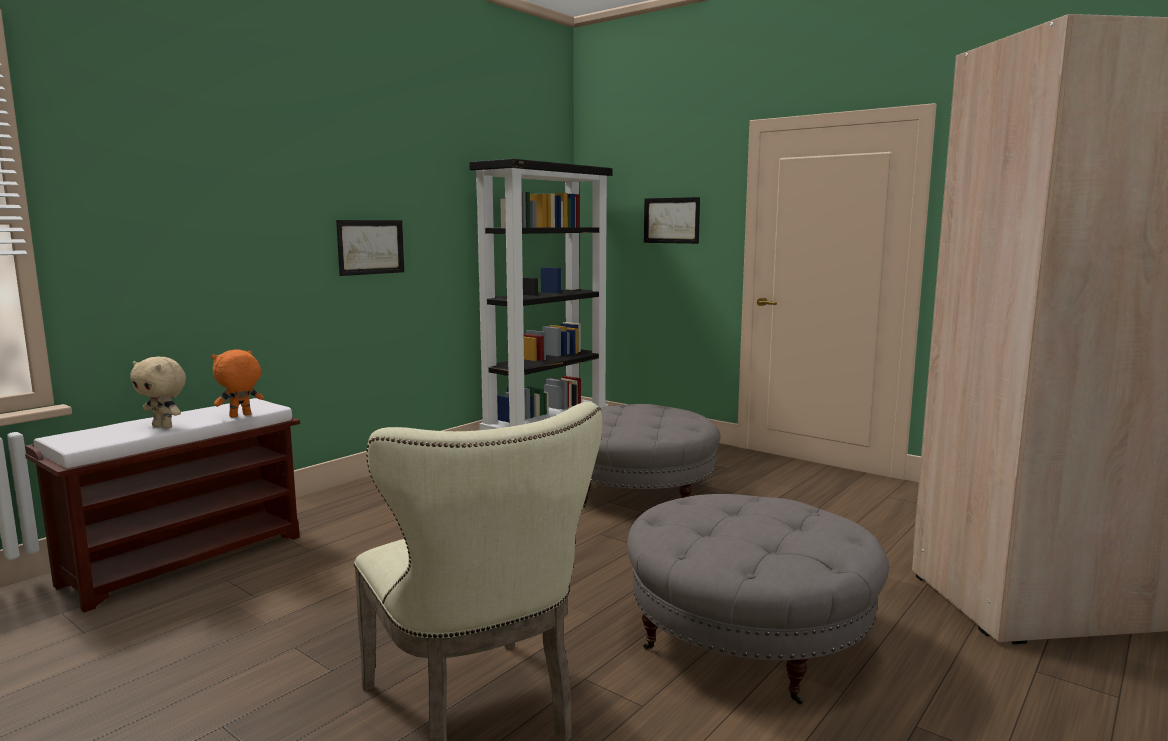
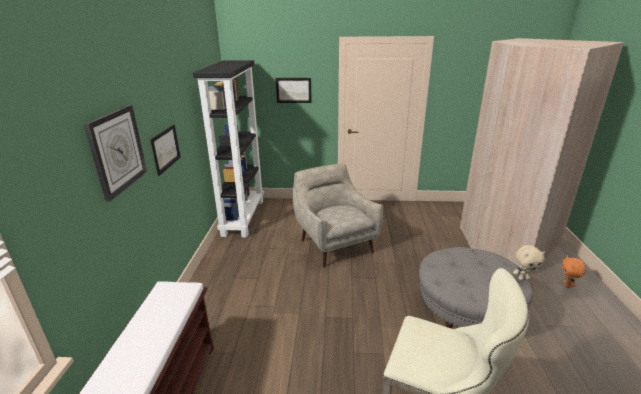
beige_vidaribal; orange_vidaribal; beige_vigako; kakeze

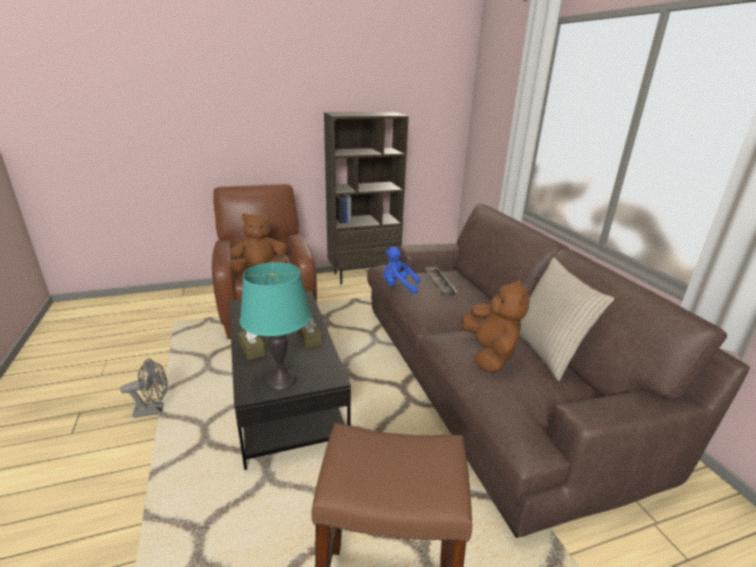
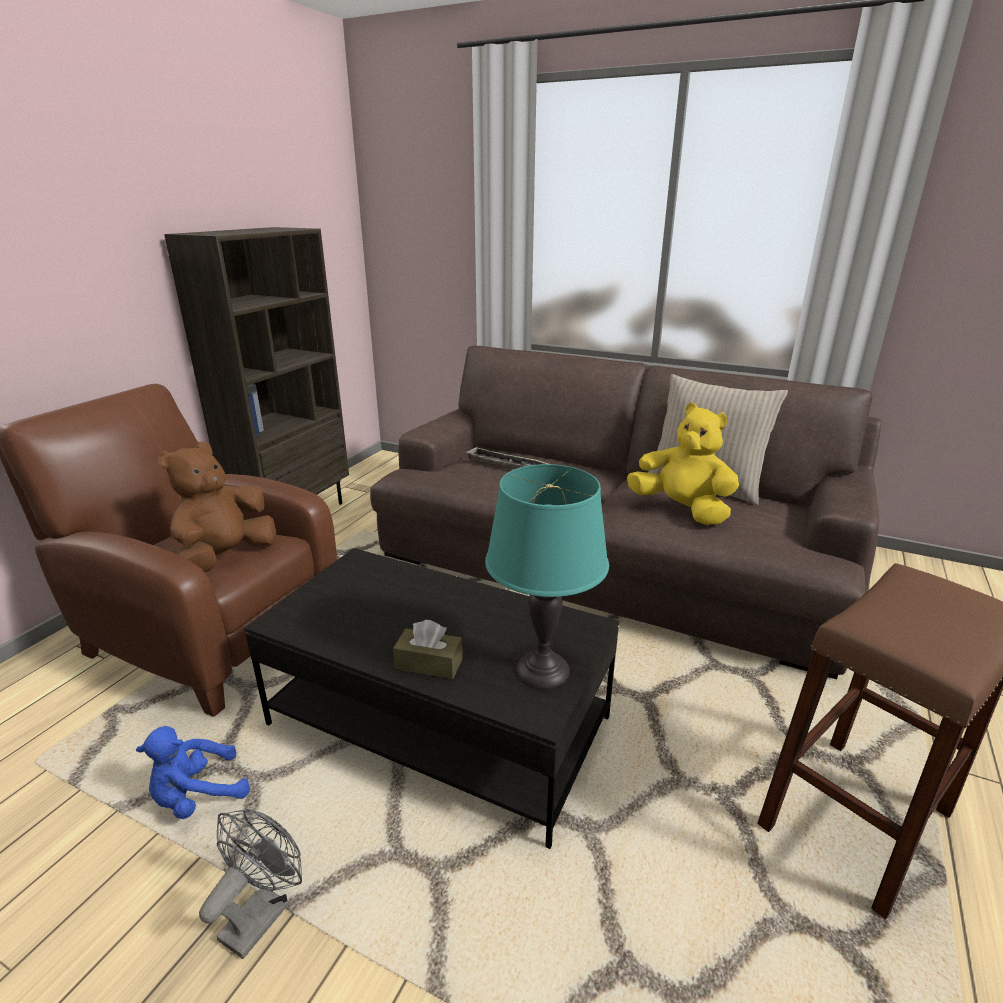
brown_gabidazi (no. 2 from left in the first image); blue_vidaribal; yellow_vidaribal

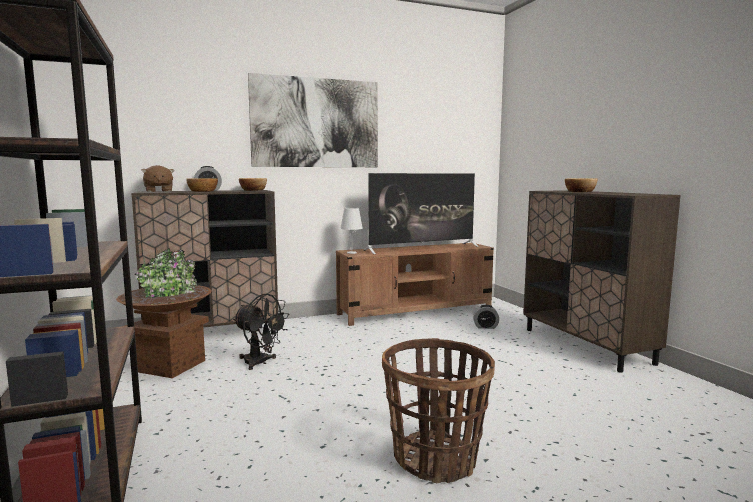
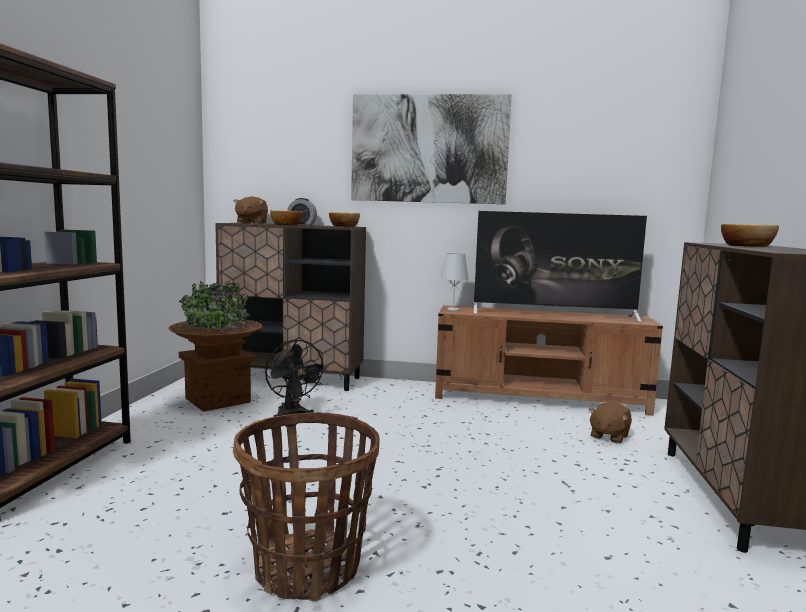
brown_vidaribal (no. 2 from left)

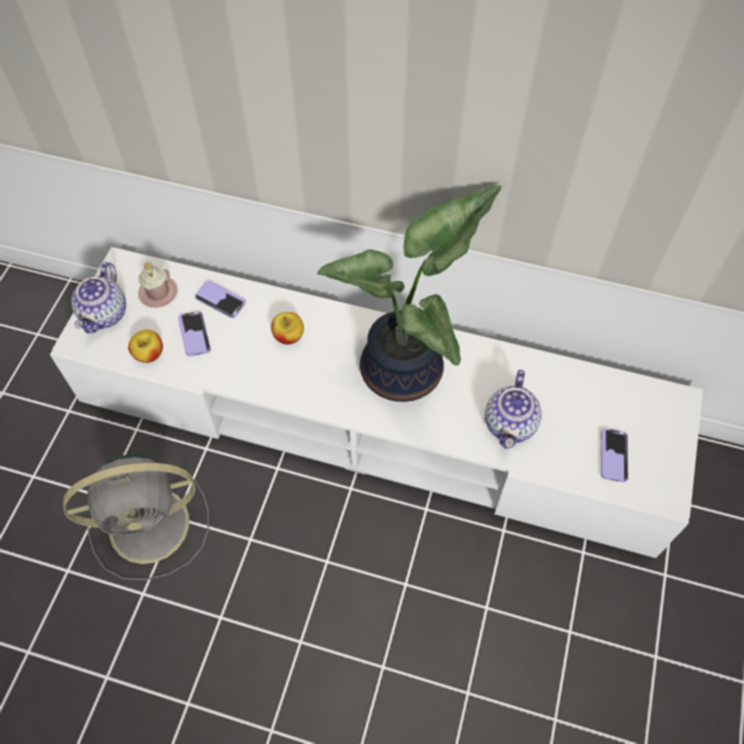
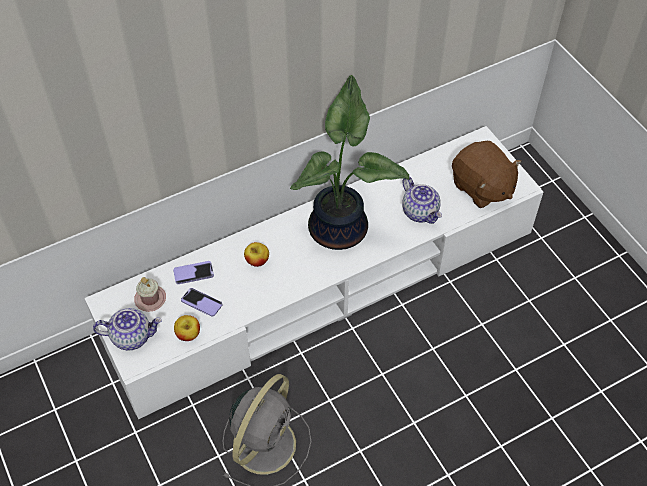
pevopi (no. 1 from left); brown_vidaribal

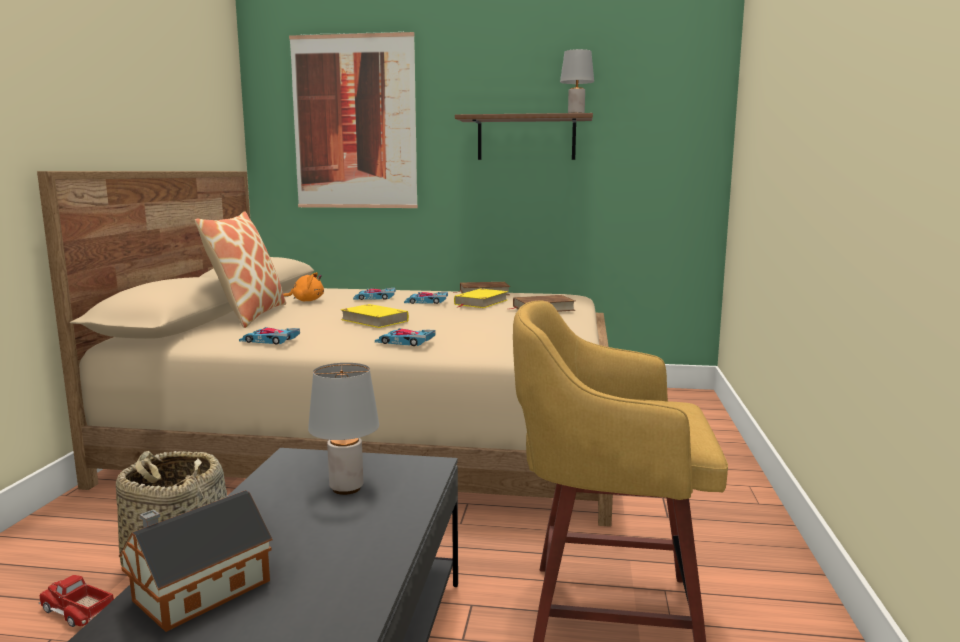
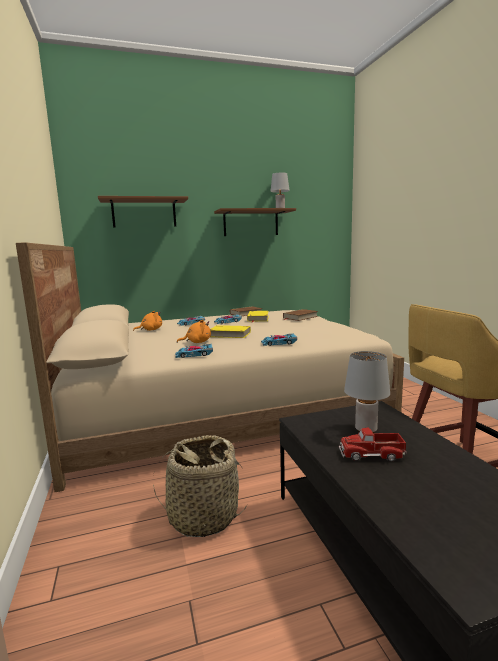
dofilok; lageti; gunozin; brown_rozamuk (no. 1 from left); orange_vidaribal (no. 2 from left)

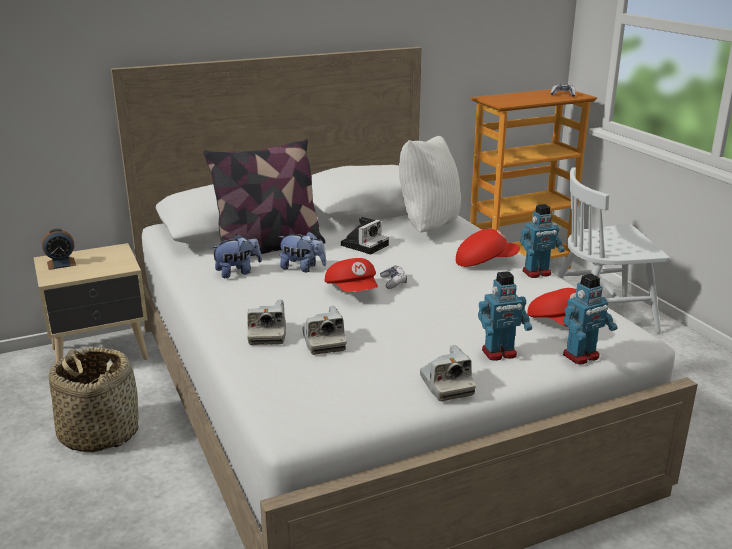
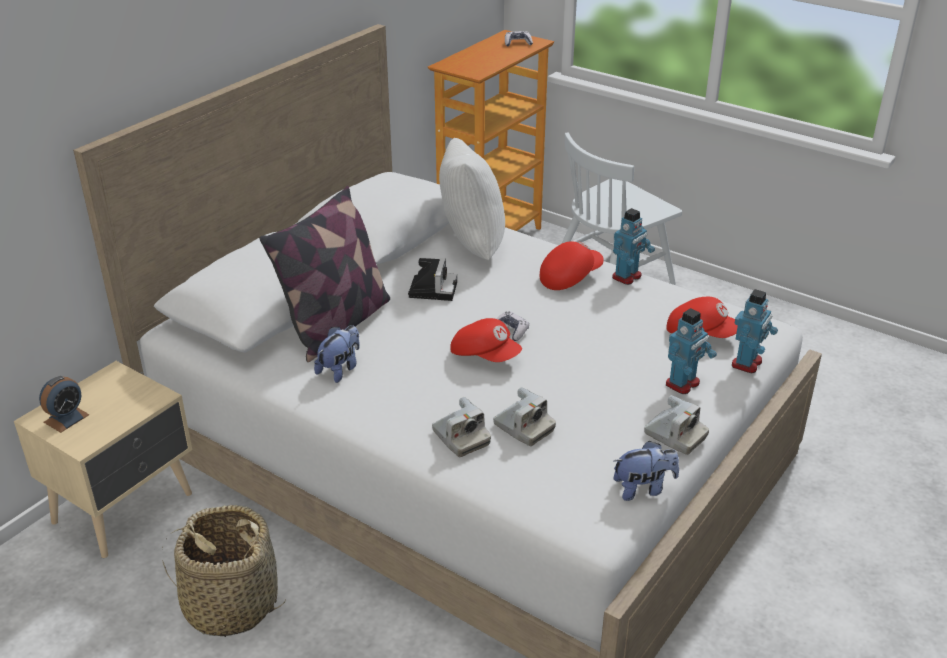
vidaribal (no. 2 from left)

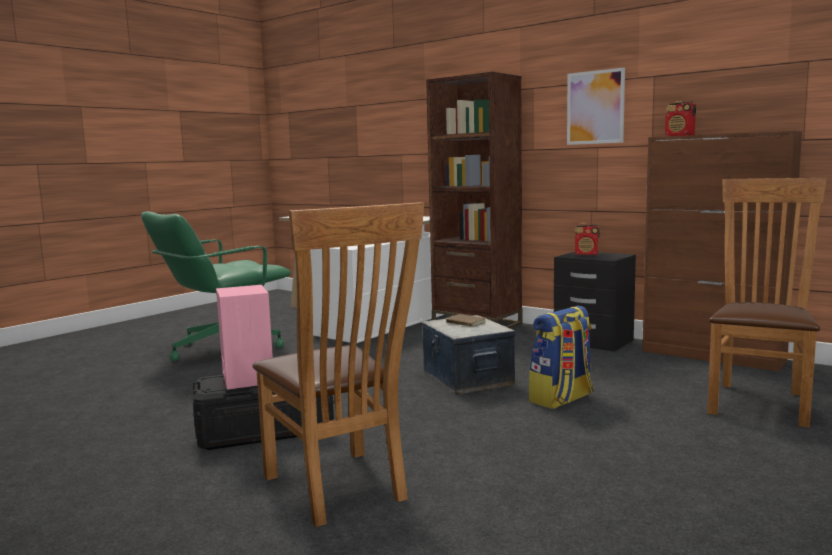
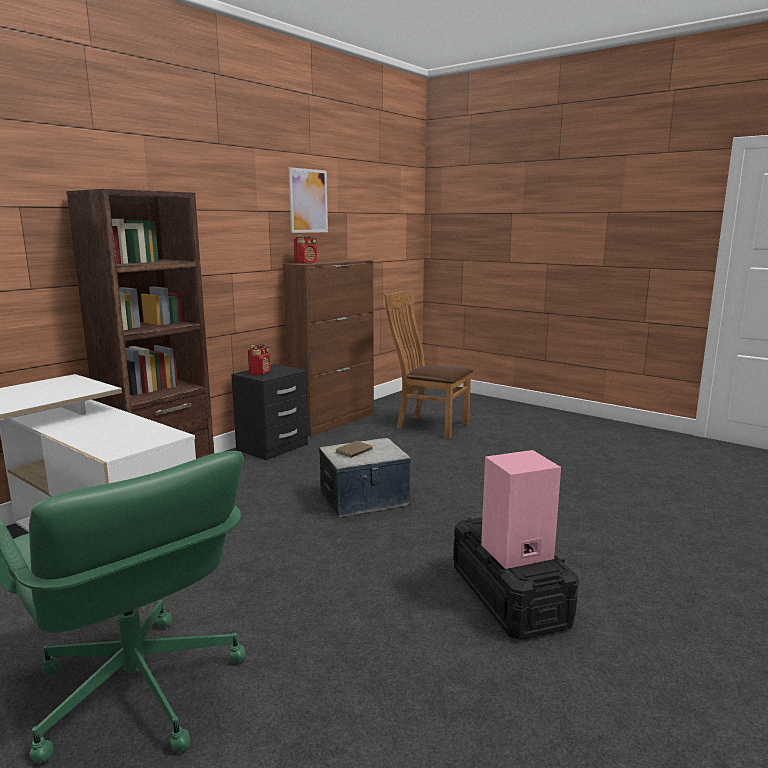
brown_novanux (no. 1 from left in the first image); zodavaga; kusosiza

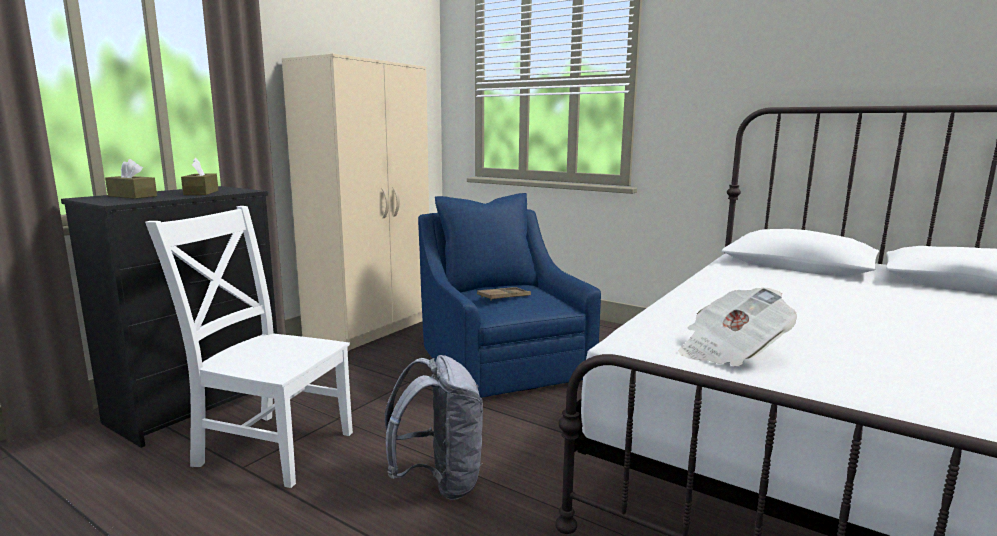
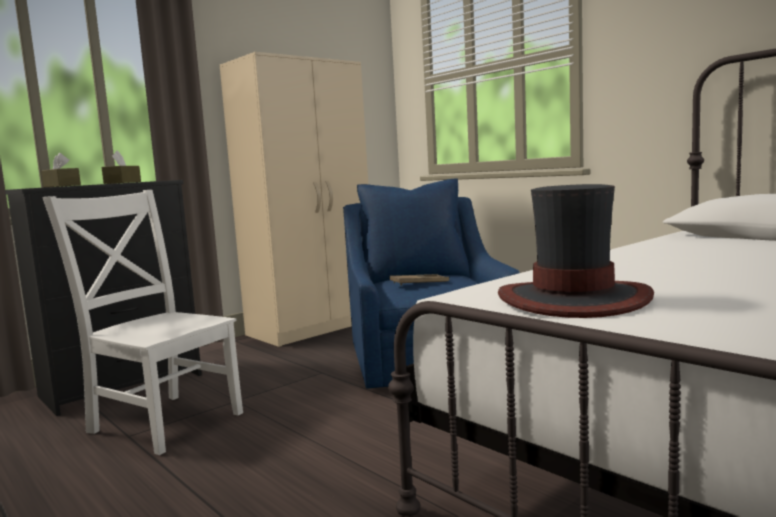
grey_zodavaga; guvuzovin

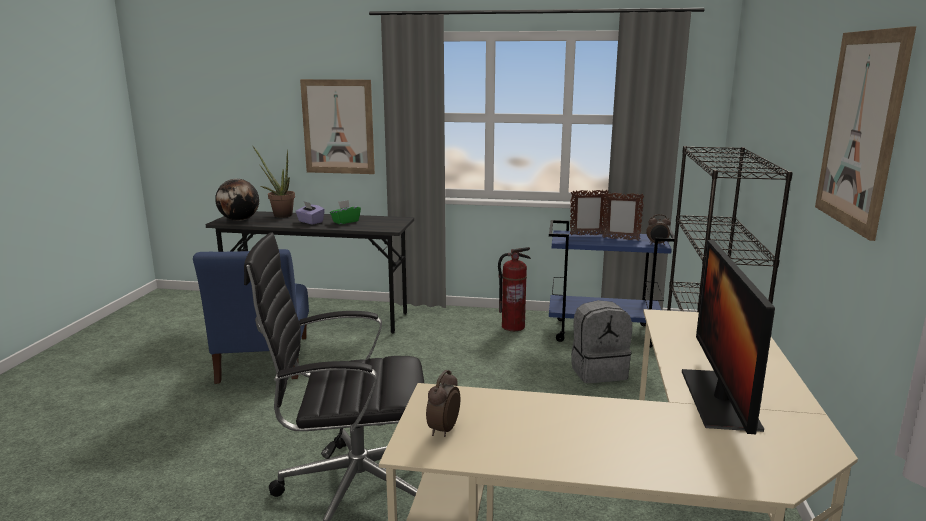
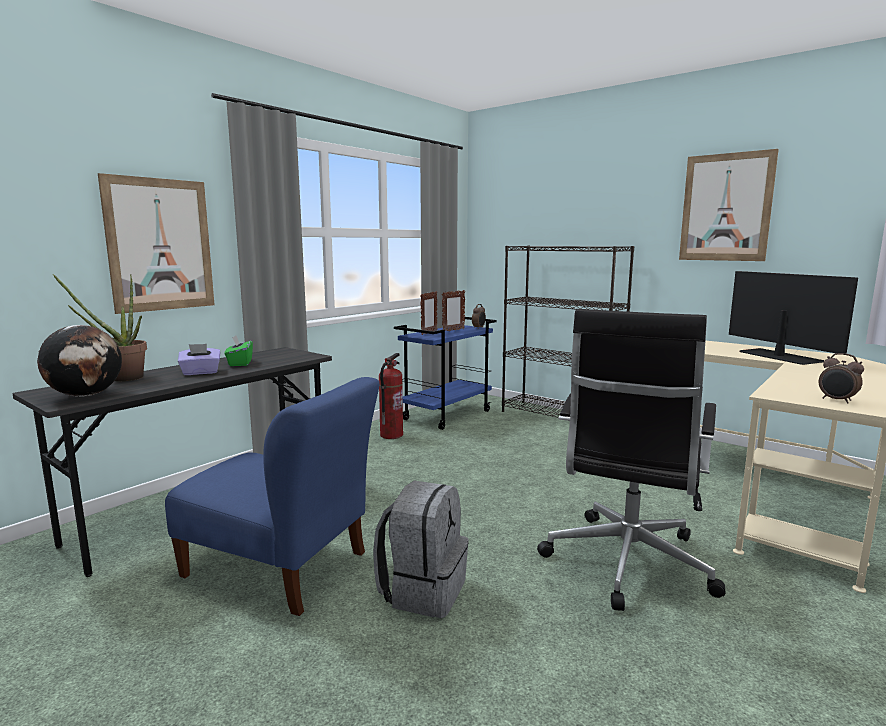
grey_zodavaga; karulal

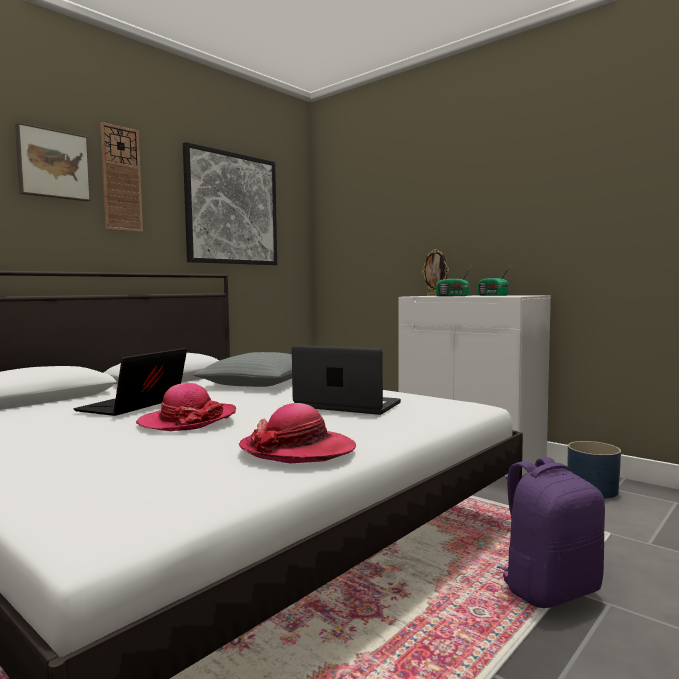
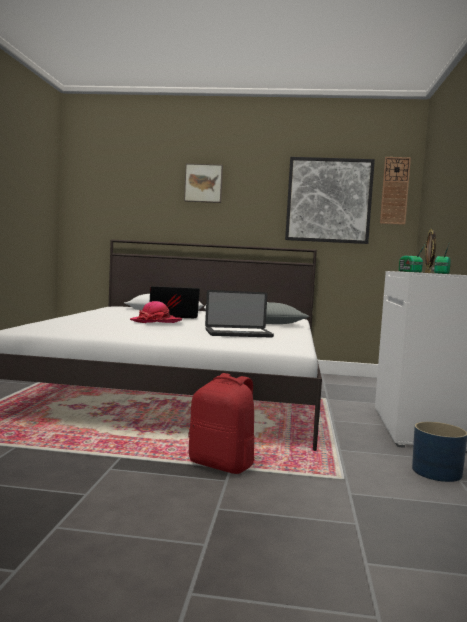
kakeze; guvuzovin (no. 2 from left in the first image); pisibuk (no. 2 from left); red_zodavaga

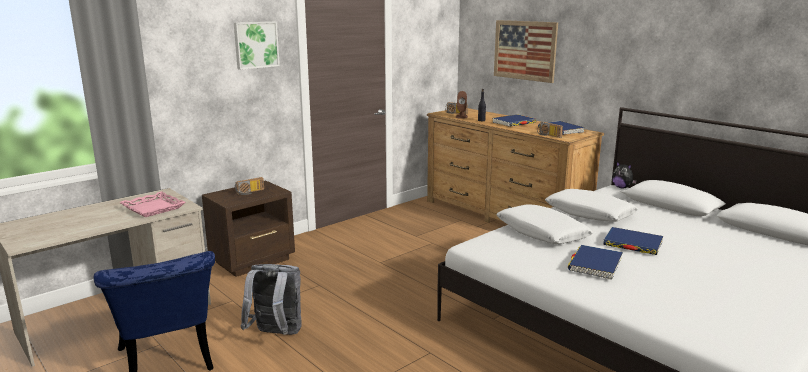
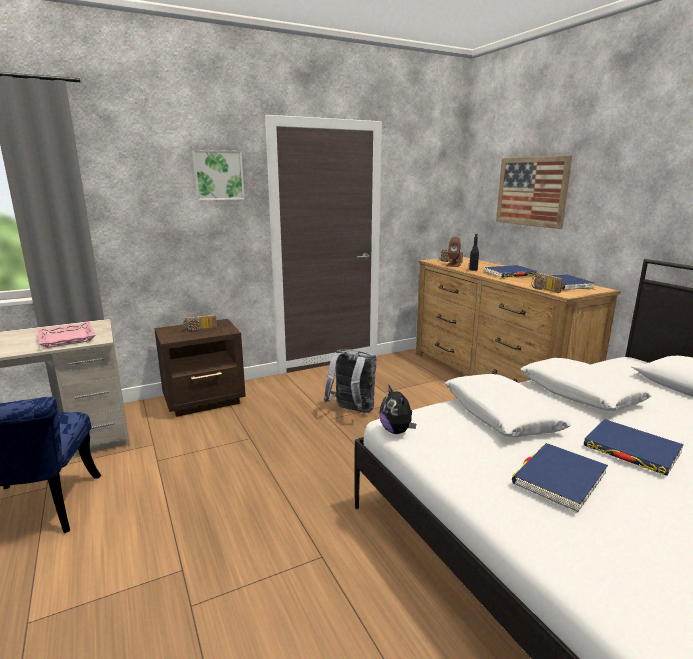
grey_zodavaga; vidaribal

